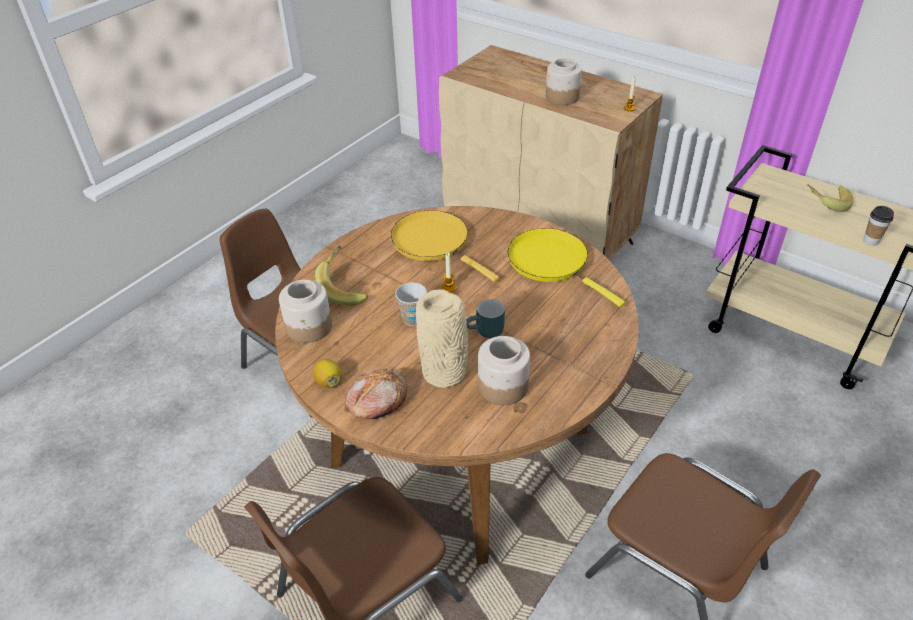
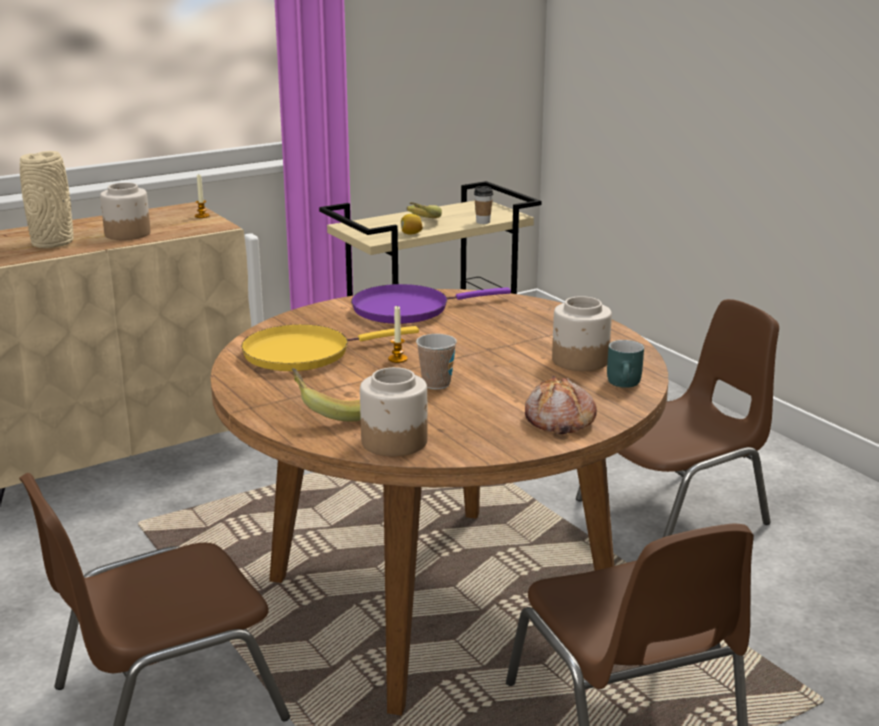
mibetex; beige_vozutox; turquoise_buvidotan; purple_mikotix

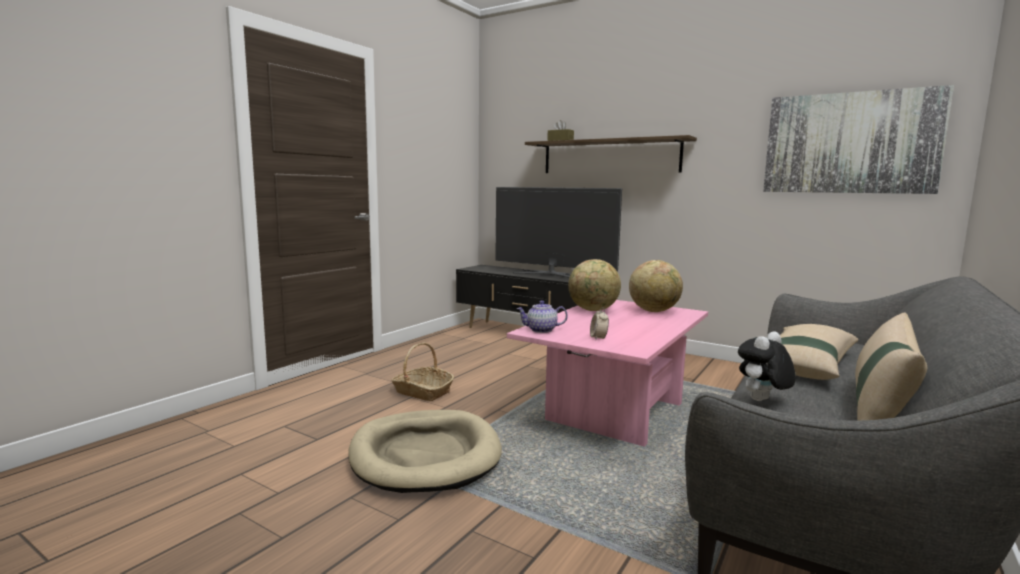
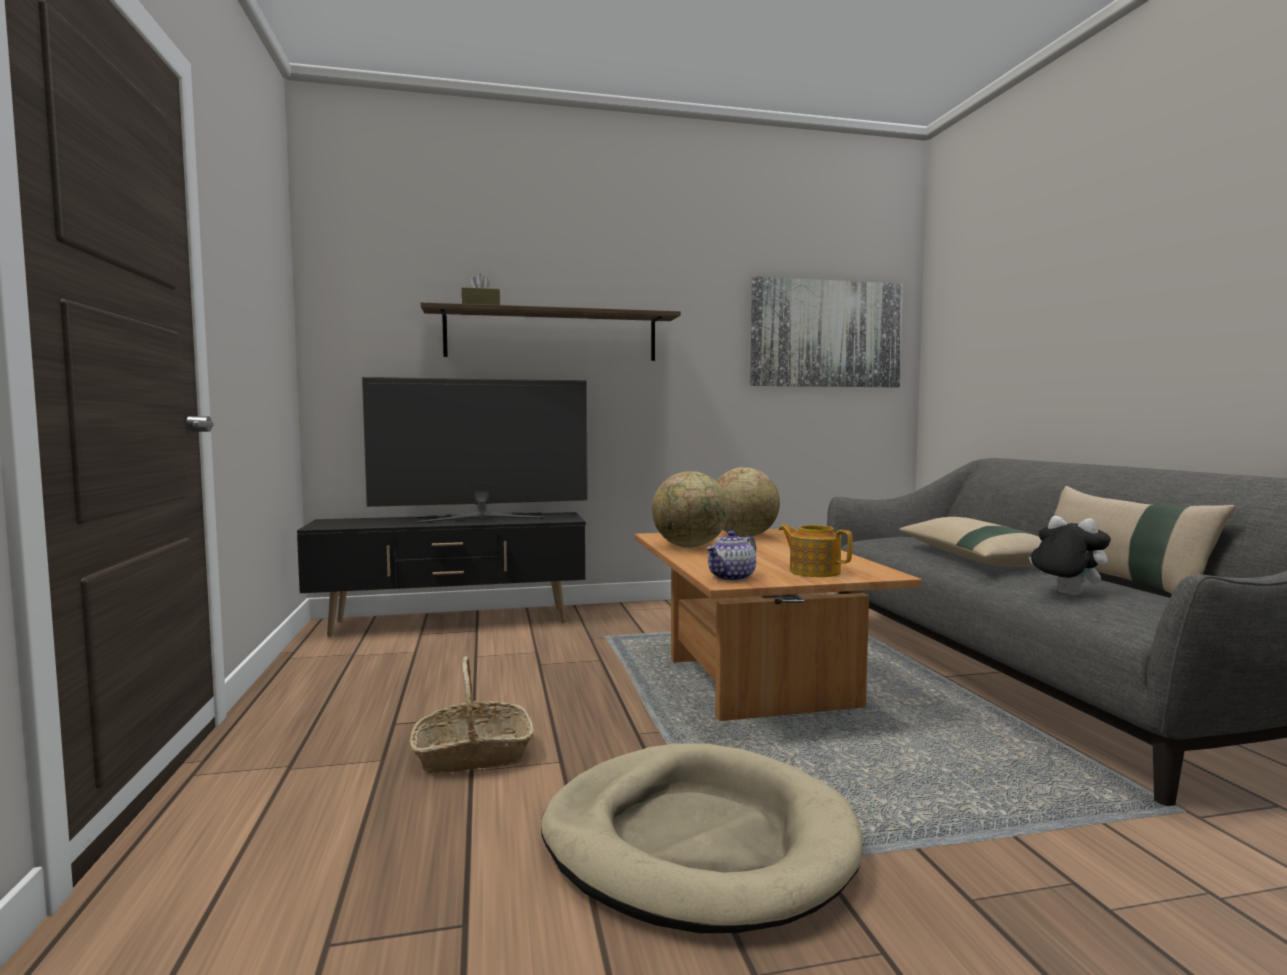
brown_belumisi; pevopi (no. 2 from left); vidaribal

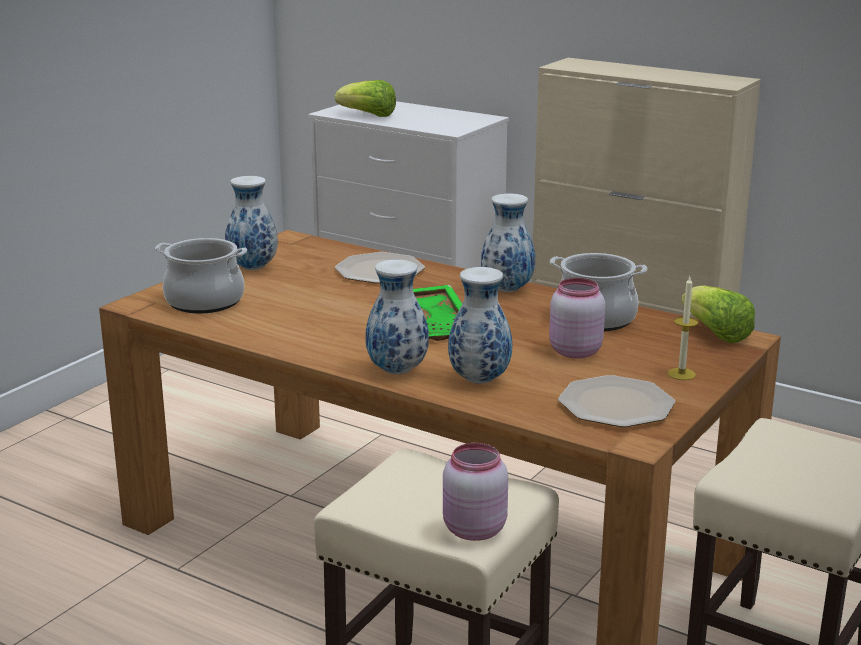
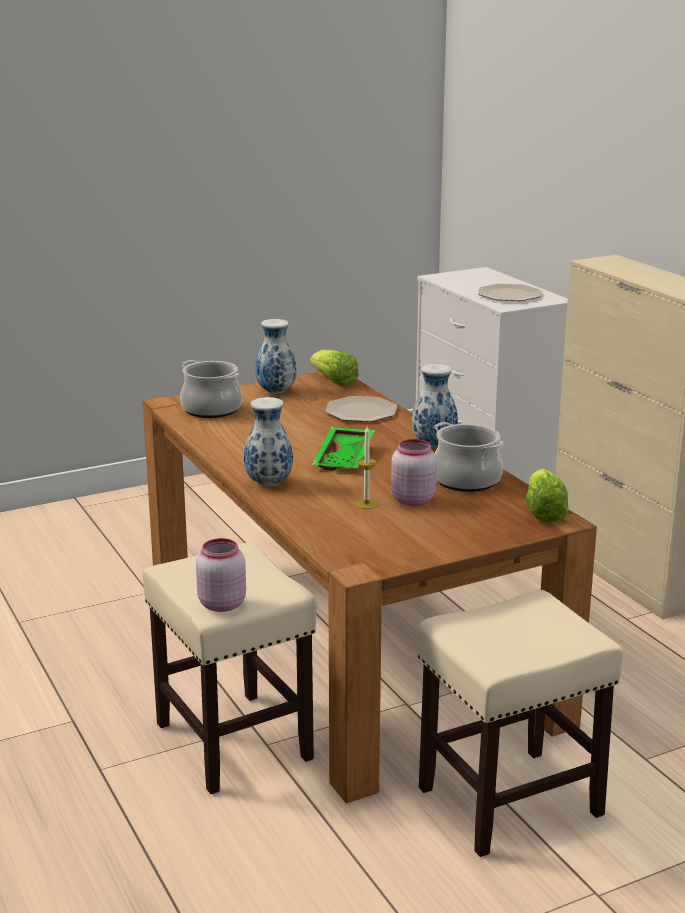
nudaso (no. 1 from left); vozutox (no. 3 from left in the first image); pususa (no. 2 from left); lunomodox

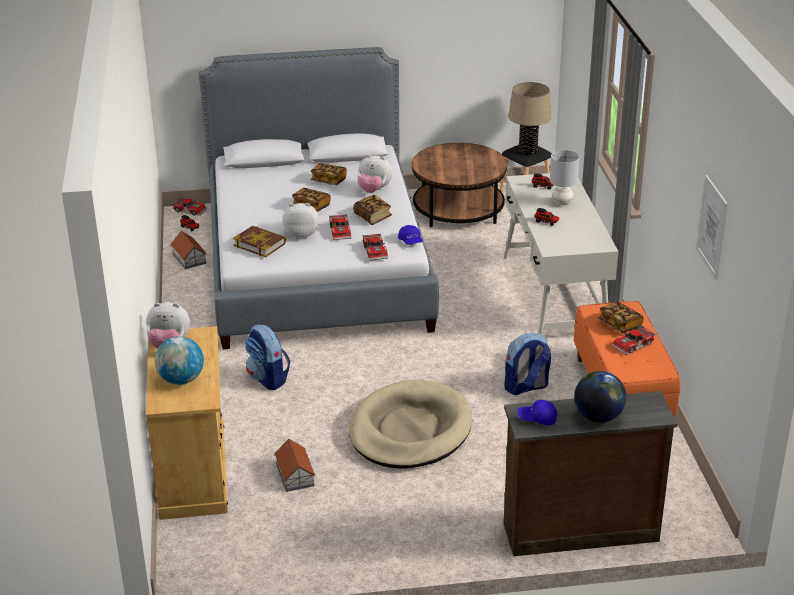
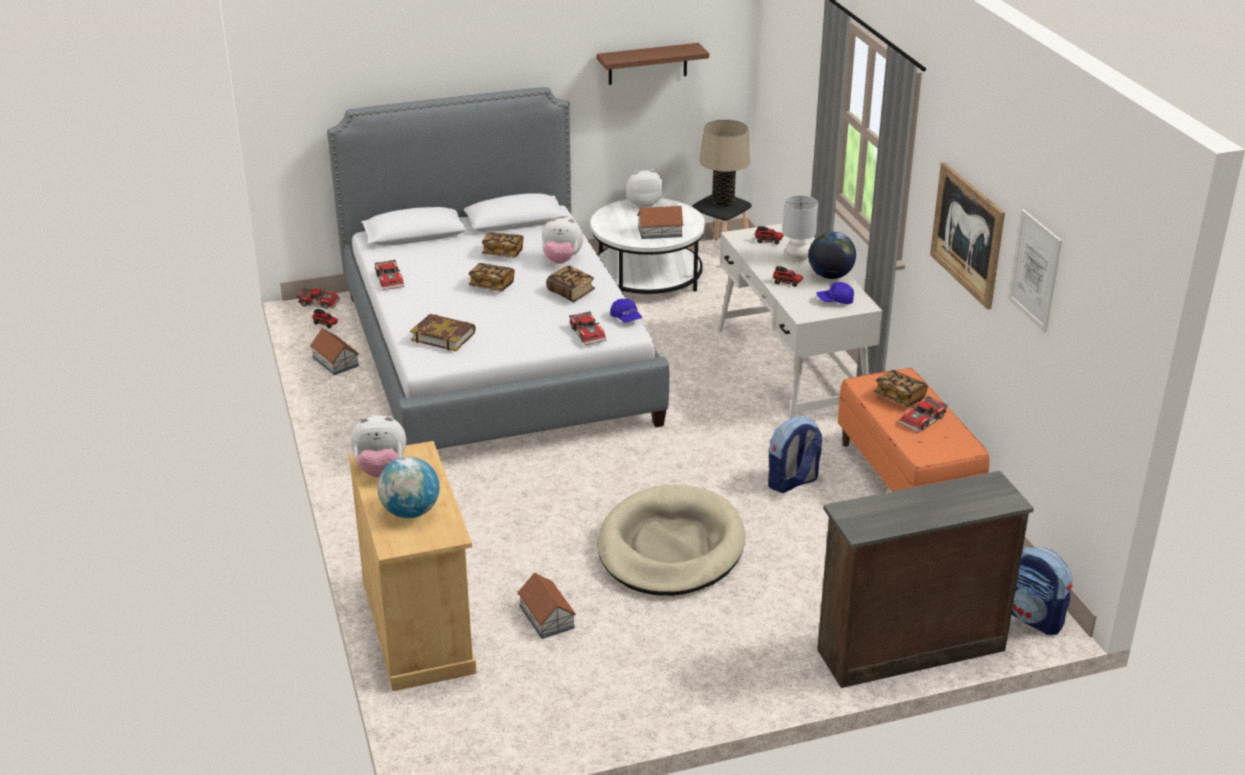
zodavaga (no. 2 from left); vidaribal (no. 3 from left); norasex (no. 2 from left); white_belumisi; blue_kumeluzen (no. 2 from left); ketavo (no. 2 from left); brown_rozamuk; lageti (no. 3 from left); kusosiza (no. 1 from left)

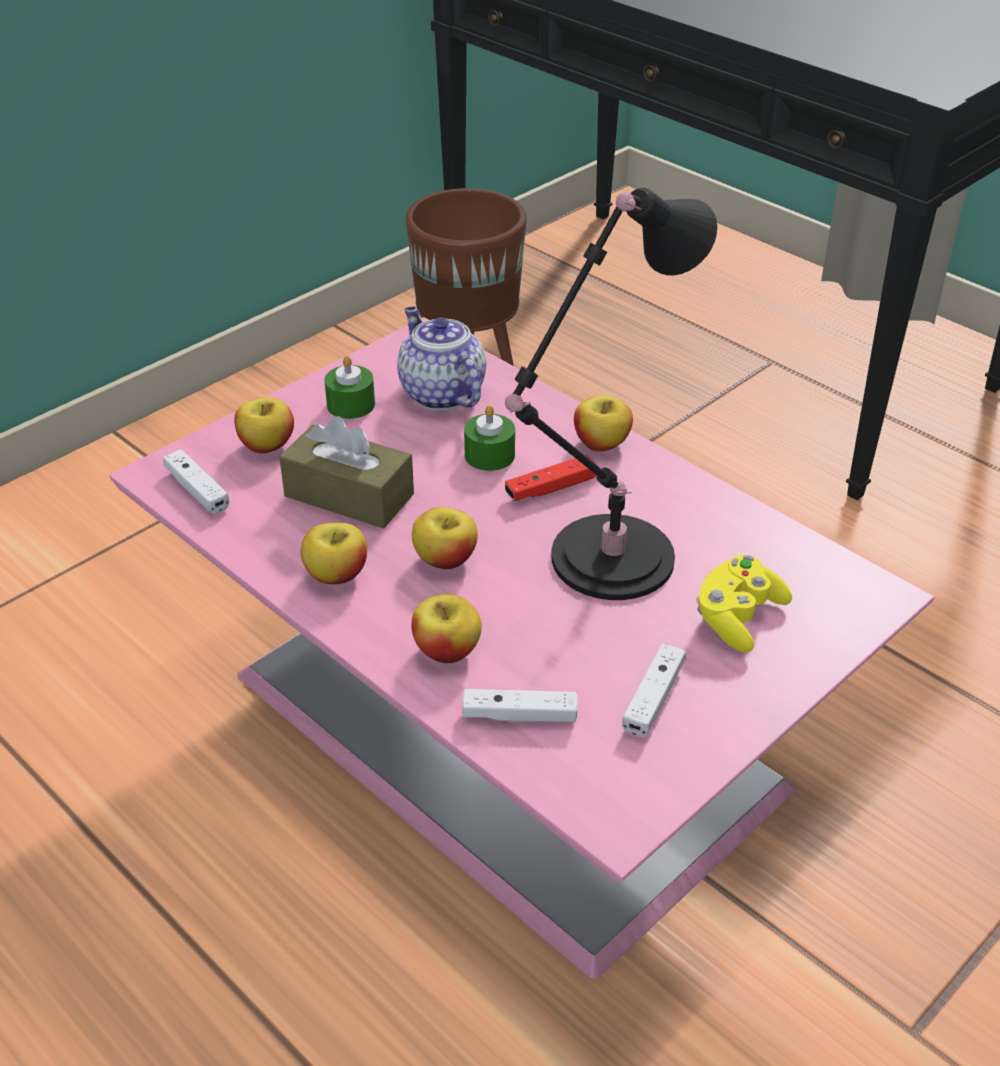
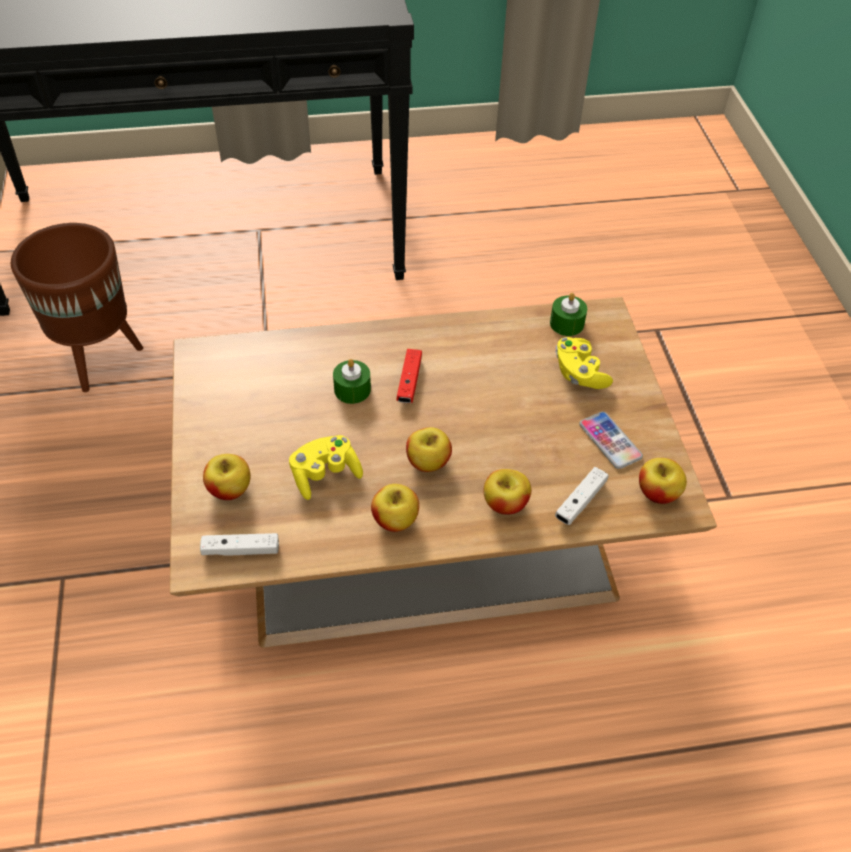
brown_belumisi; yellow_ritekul (no. 1 from left); green_lunomodox (no. 2 from left); pevopi; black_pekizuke; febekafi (no. 5 from left); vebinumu

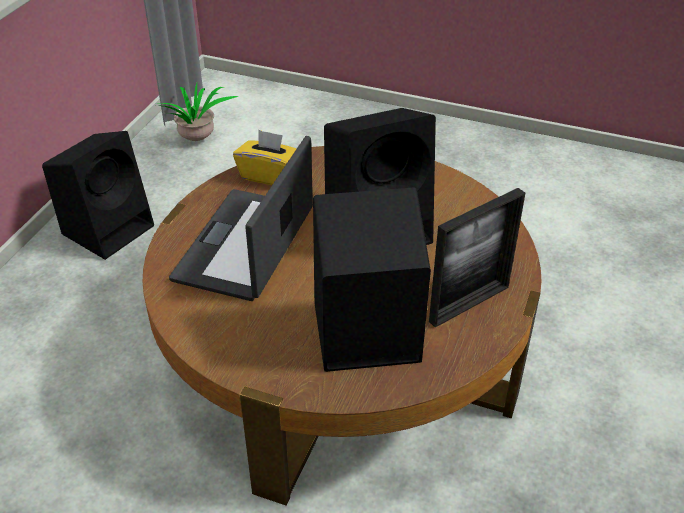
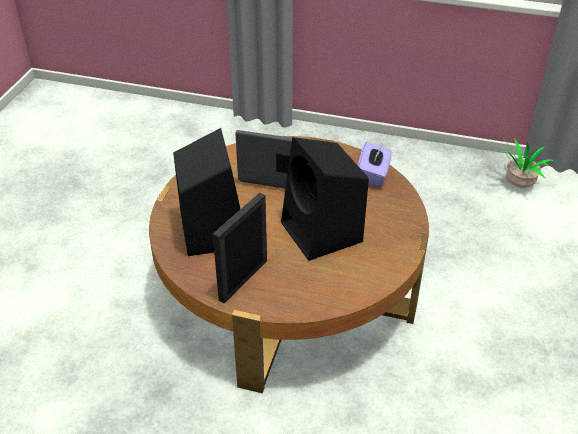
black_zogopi (no. 1 from left in the first image); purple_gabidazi; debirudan

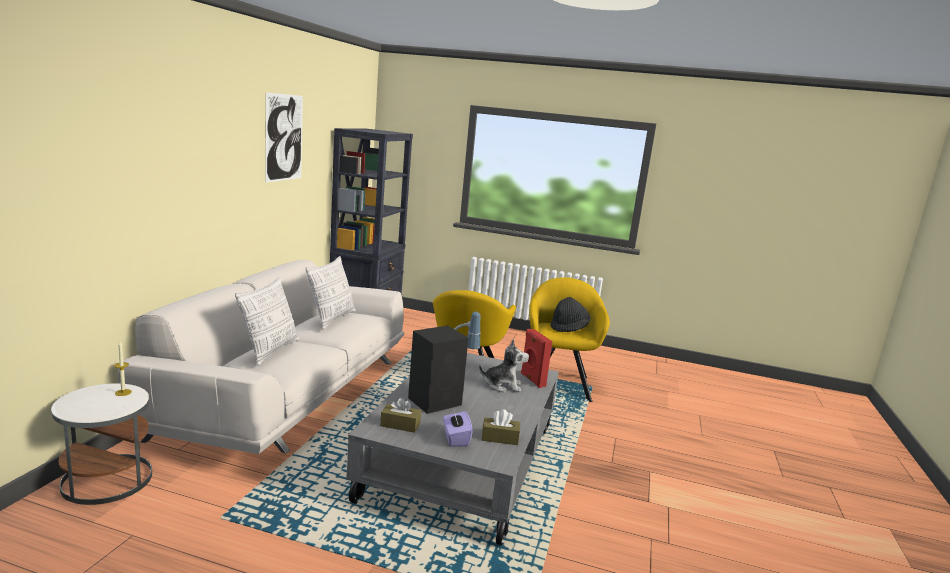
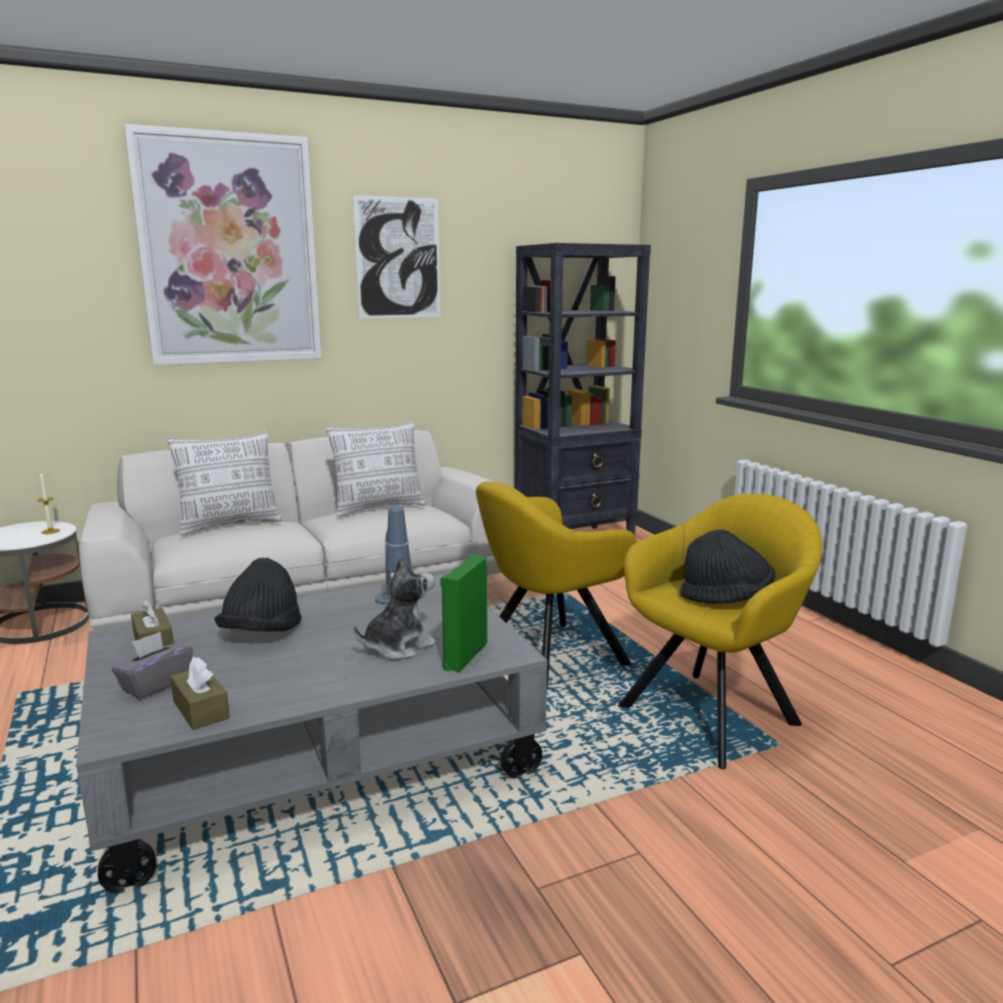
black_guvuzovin (no. 1 from left); grey_gabidazi; vidaribal; green_zogopi; kusosiza (no. 1 from left)

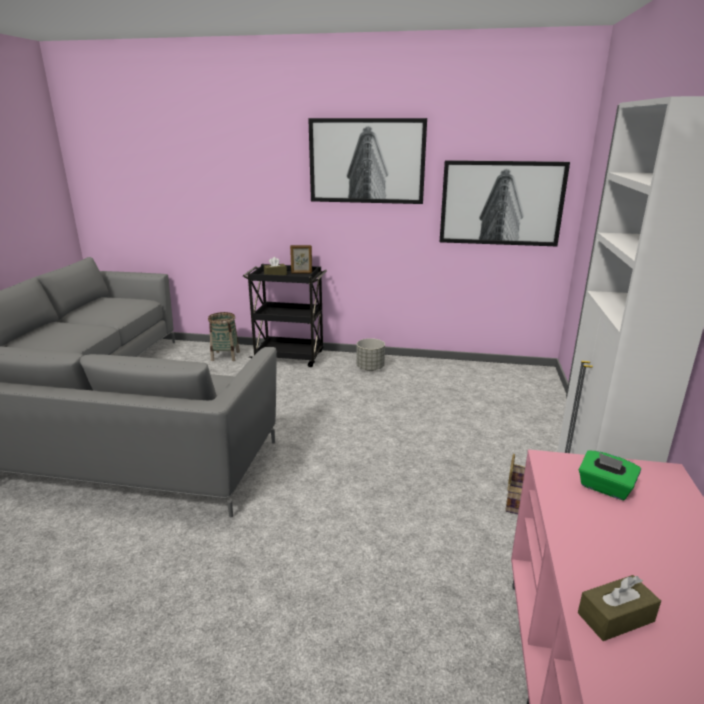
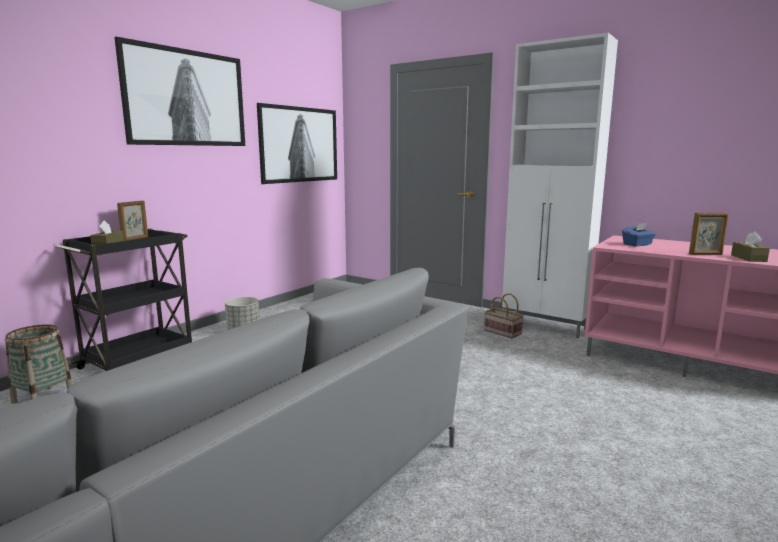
blue_gabidazi; debirudan (no. 2 from left)

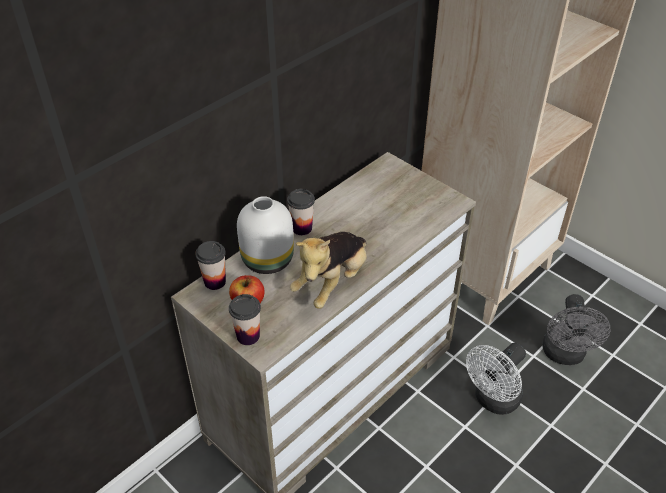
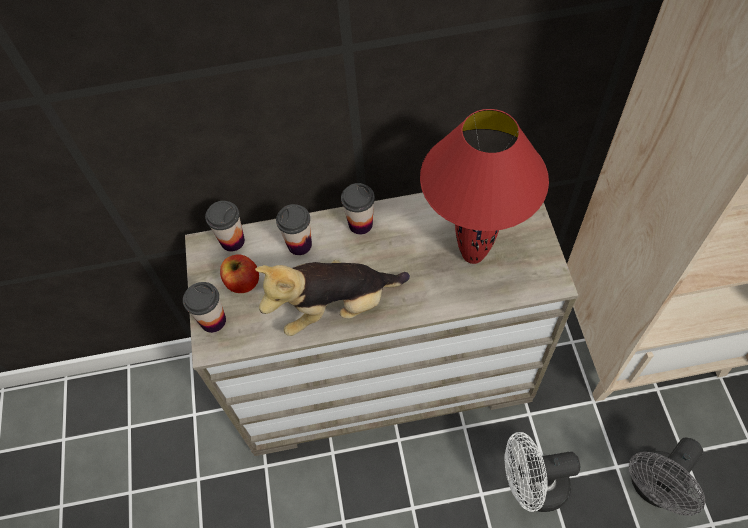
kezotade (no. 3 from left); red_pekizuke

